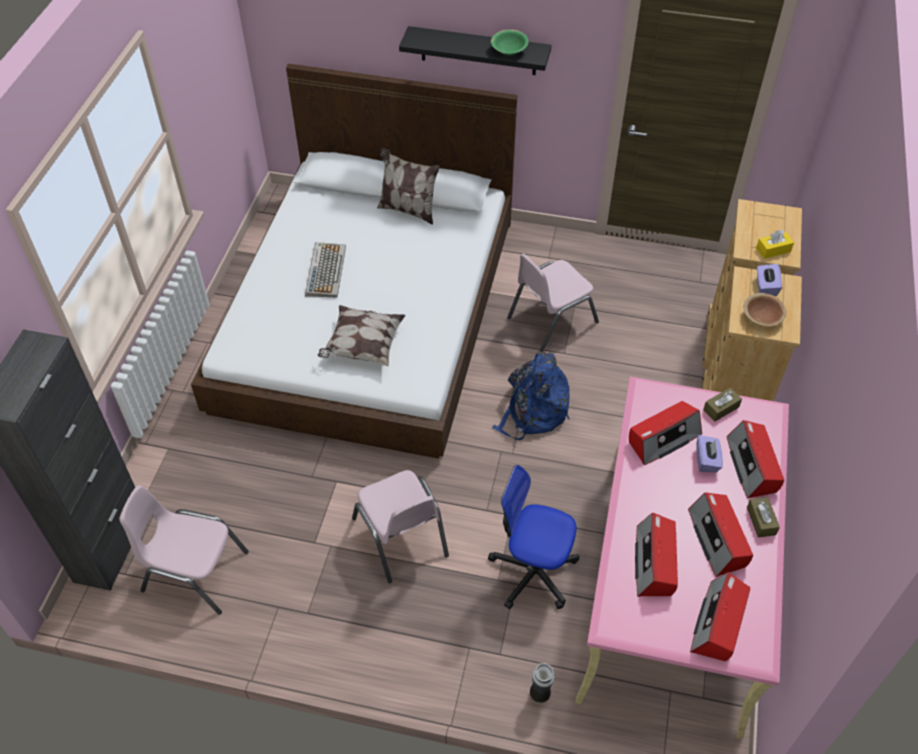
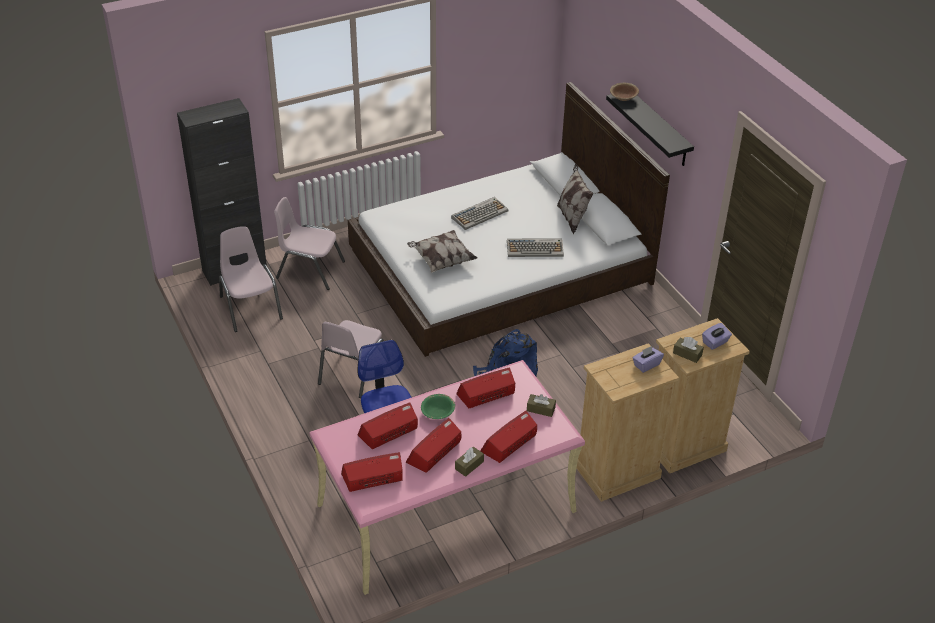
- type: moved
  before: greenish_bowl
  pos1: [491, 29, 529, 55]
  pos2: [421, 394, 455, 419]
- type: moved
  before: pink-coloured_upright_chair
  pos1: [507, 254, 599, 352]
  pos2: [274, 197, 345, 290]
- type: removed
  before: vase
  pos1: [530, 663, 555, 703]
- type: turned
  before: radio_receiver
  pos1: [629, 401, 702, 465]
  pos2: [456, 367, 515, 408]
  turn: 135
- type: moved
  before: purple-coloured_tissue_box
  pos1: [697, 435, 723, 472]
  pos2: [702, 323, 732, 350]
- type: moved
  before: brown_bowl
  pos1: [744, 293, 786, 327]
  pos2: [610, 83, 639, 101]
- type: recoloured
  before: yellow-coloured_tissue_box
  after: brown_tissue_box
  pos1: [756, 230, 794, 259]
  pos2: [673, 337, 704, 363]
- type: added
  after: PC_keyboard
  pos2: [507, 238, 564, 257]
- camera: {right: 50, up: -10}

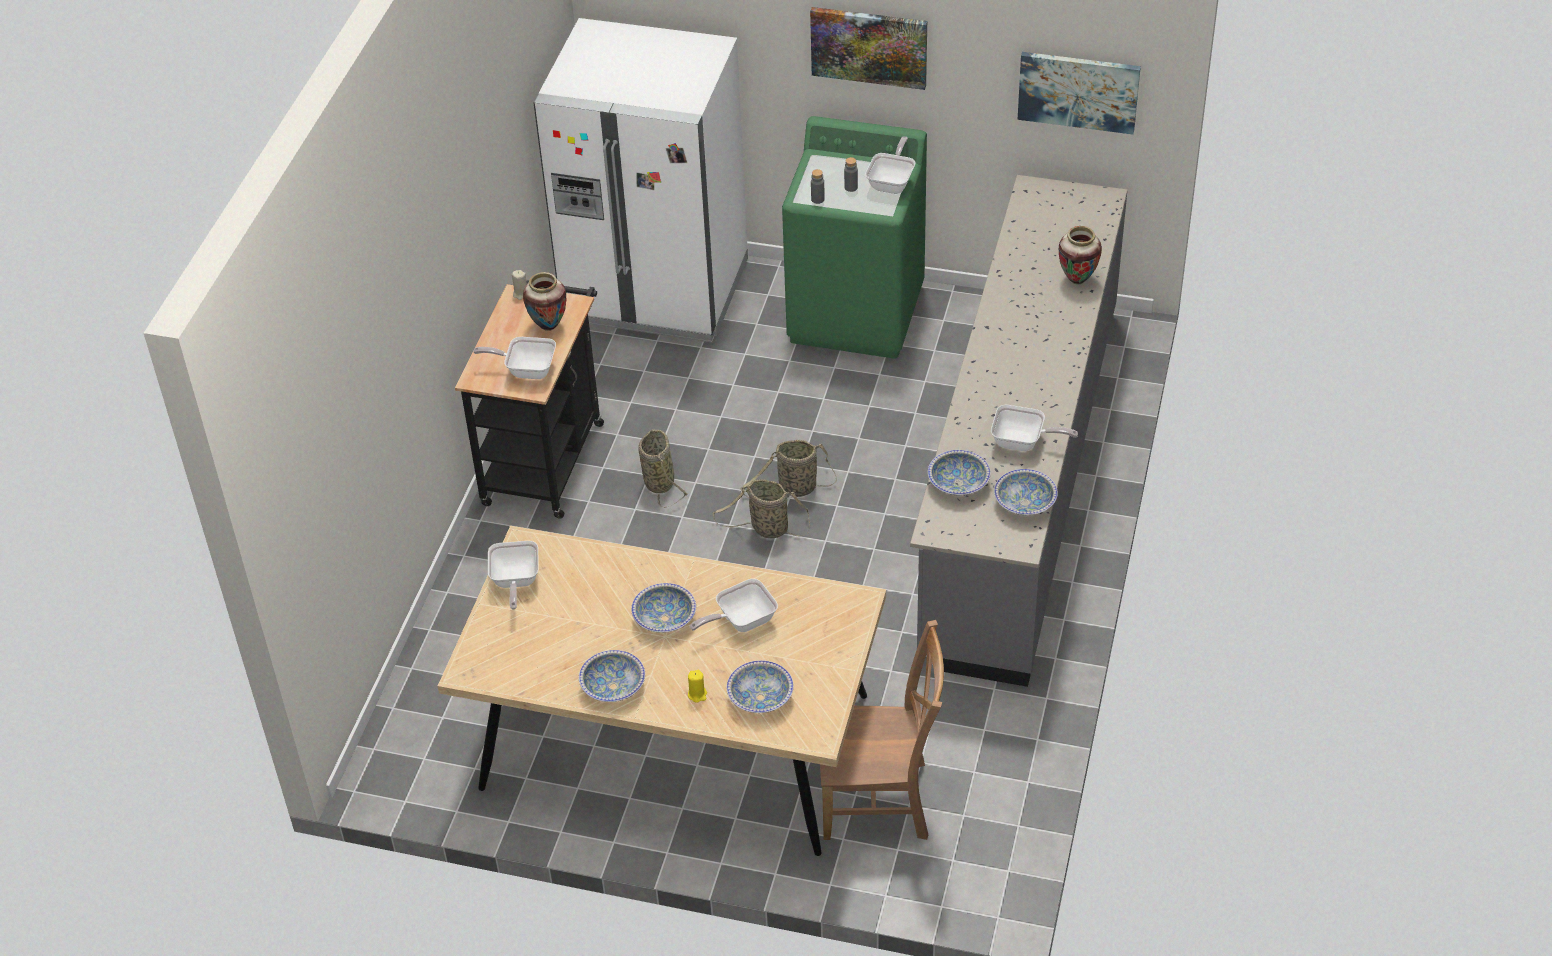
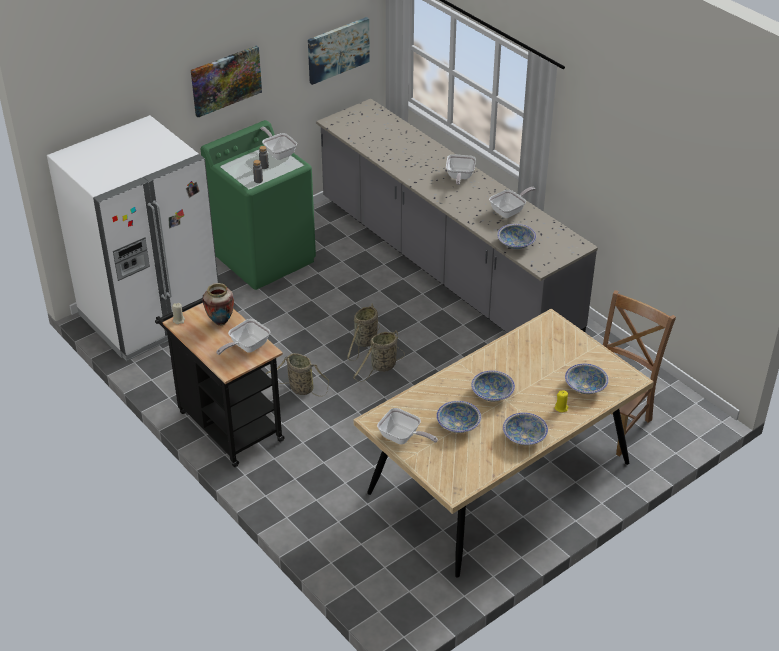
- type: moved
  before: frying_pan
  pos1: [690, 579, 778, 632]
  pos2: [446, 154, 476, 185]
- type: moved
  before: bowl
  pos1: [994, 469, 1058, 515]
  pos2: [436, 401, 481, 433]
- type: removed
  before: vase
  pos1: [1059, 226, 1102, 284]
- camera: {right: -55, up: -5}

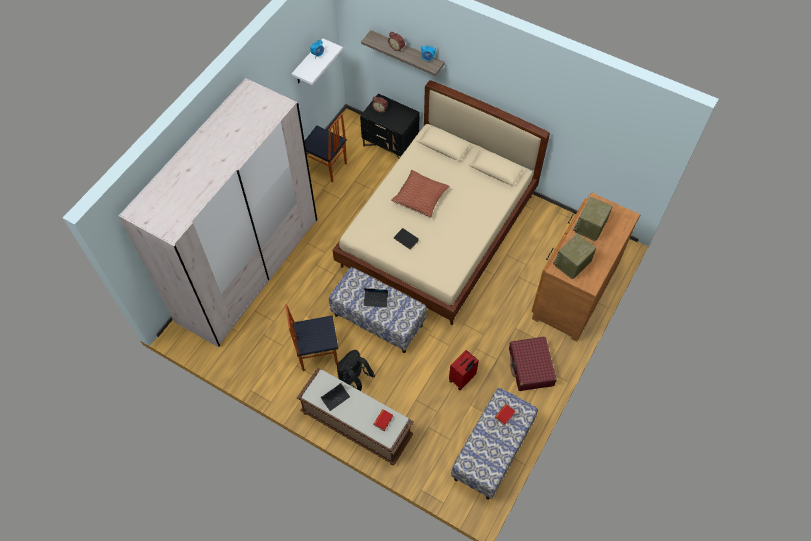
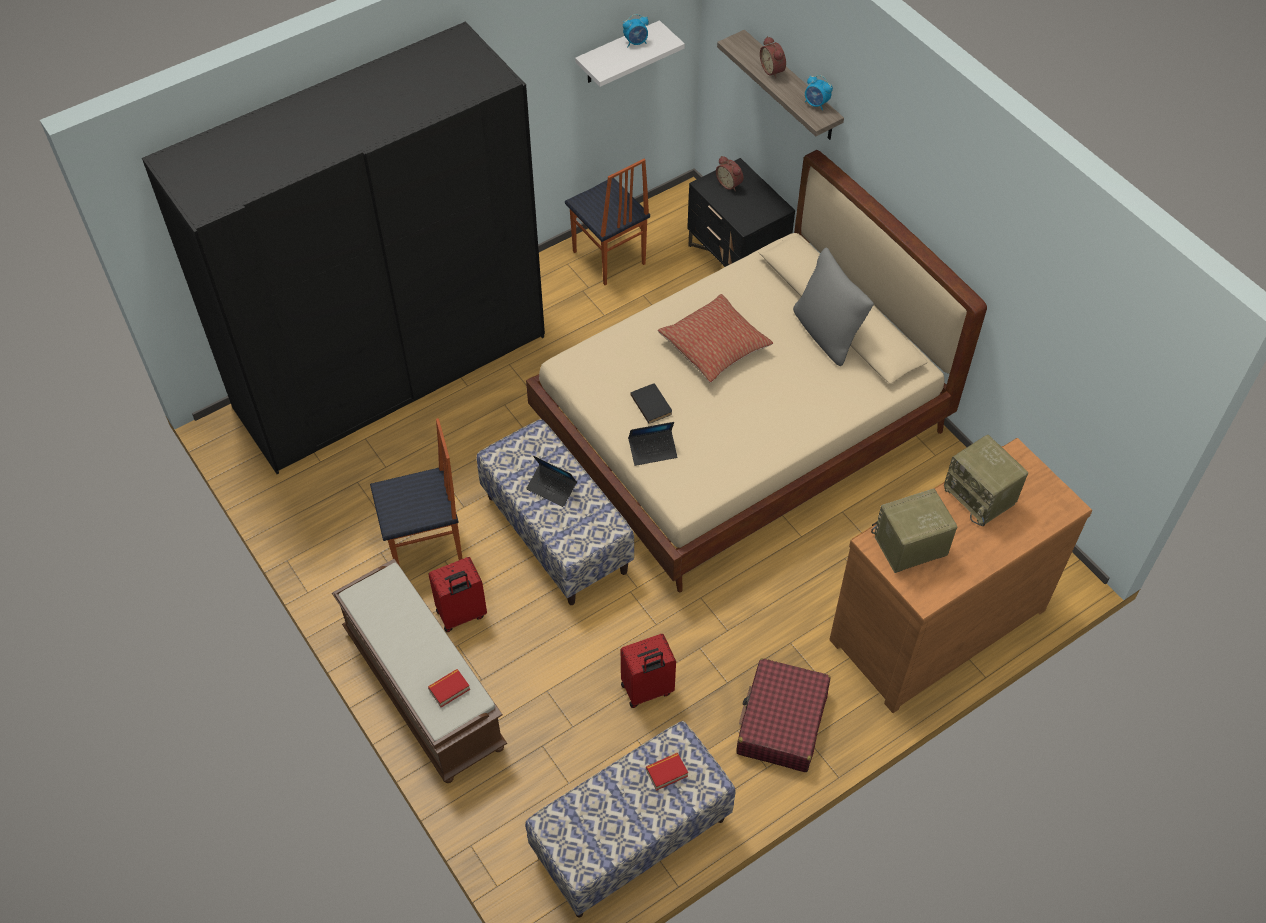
- type: recoloured
  before: beige-coloured_armoire
  after: black_armoire
  pos1: [119, 78, 317, 348]
  pos2: [142, 22, 545, 474]
- type: turned
  before: upright_chair
  pos1: [285, 304, 338, 371]
  pos2: [370, 418, 463, 566]
  turn: 150
- type: moved
  before: notebook_computer
  pos1: [321, 382, 350, 411]
  pos2: [628, 422, 677, 466]
- type: replaced
  before: black_backpack
  after: red-coloured_suitcase
  pos1: [337, 350, 375, 391]
  pos2: [428, 557, 487, 632]
- type: turned
  before: radio_receiver
  pos1: [573, 196, 613, 241]
  pos2: [944, 435, 1028, 526]
  turn: -90
- type: added
  after: gray_pillow
  pos2: [793, 247, 874, 366]
- camera: {right: 25, up: -5}

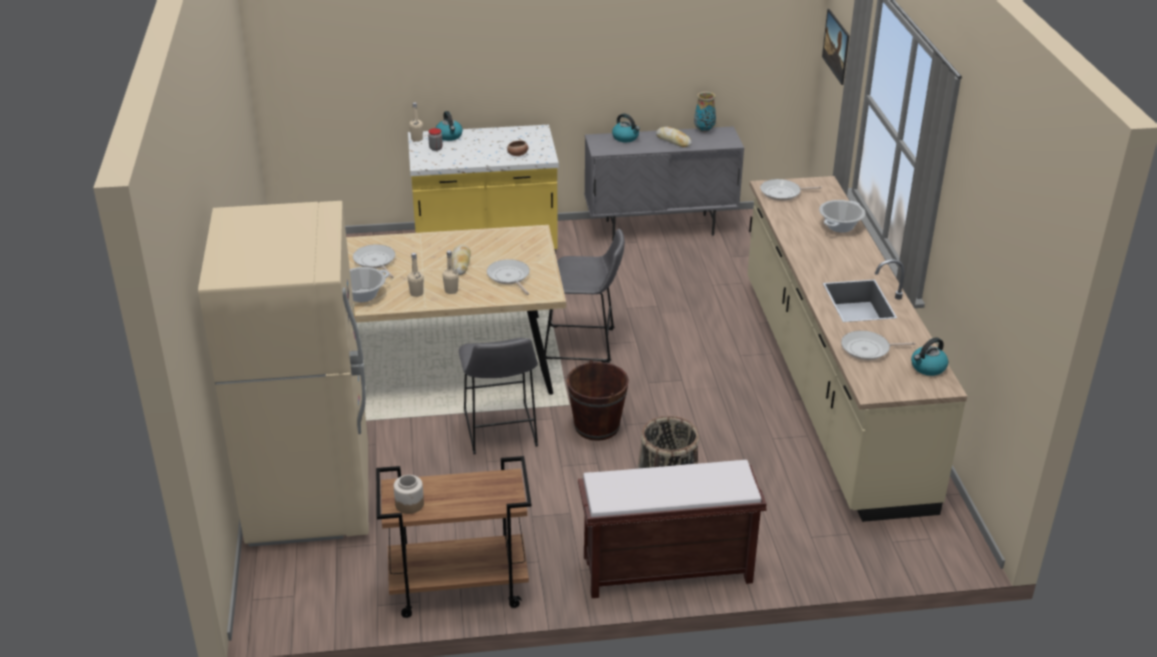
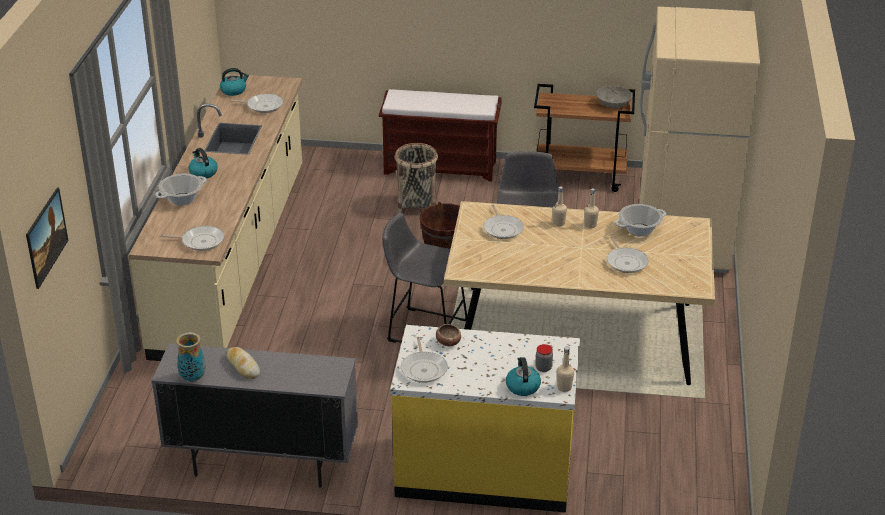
- type: replaced
  before: storage_jar
  after: gray_bowl
  pos1: [394, 475, 424, 514]
  pos2: [596, 86, 632, 108]
- type: removed
  before: bread
  pos1: [452, 244, 471, 275]
- type: moved
  before: water_kettle
  pos1: [612, 113, 640, 142]
  pos2: [189, 148, 218, 178]
- type: added
  after: frying_pan
  pos2: [401, 337, 448, 383]
- camera: {right: -165, up: 0}

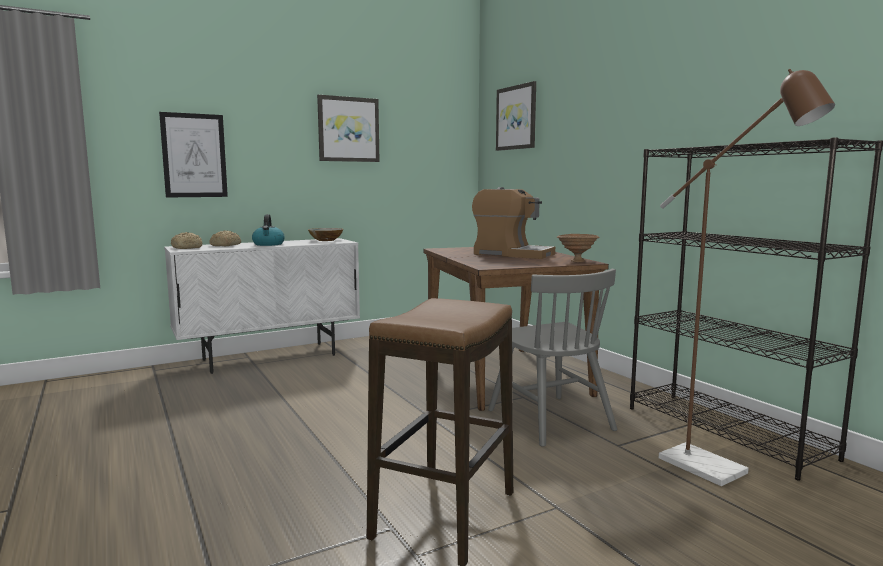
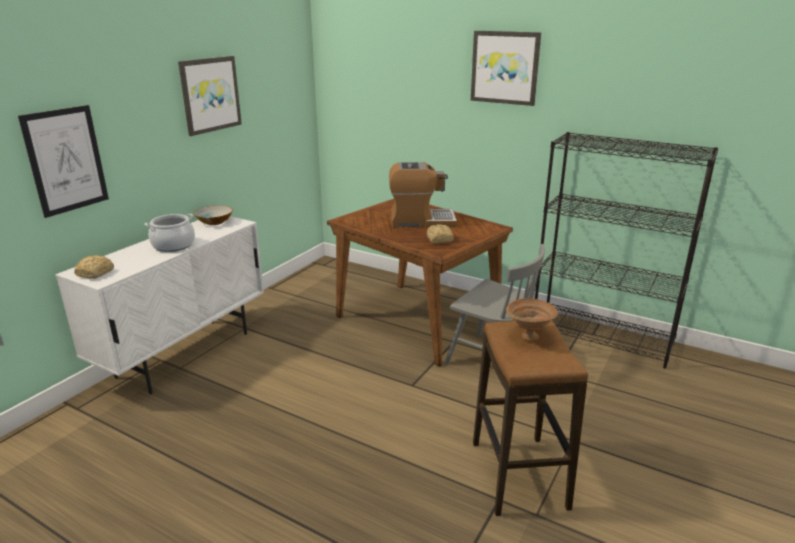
- type: moved
  before: bread
  pos1: [209, 230, 241, 246]
  pos2: [427, 224, 454, 244]
- type: replaced
  before: water_kettle
  after: stockpot
  pos1: [252, 214, 285, 246]
  pos2: [144, 213, 195, 252]
- type: moved
  before: wall_picture
  pos1: [496, 81, 536, 151]
  pos2: [471, 31, 541, 106]
- type: moved
  before: brown_bowl
  pos1: [557, 234, 599, 262]
  pos2: [506, 298, 558, 341]
- type: removed
  before: brown_standing_lamp
  pos1: [659, 69, 835, 486]
- camera: {right: -30, up: 15}

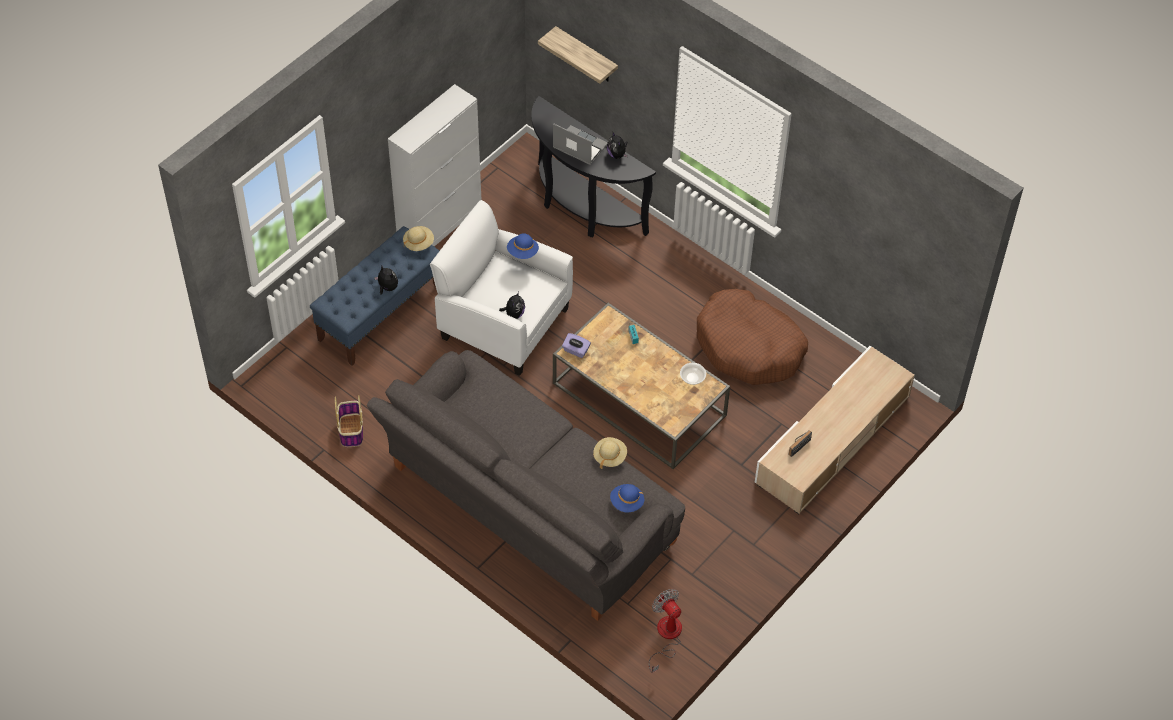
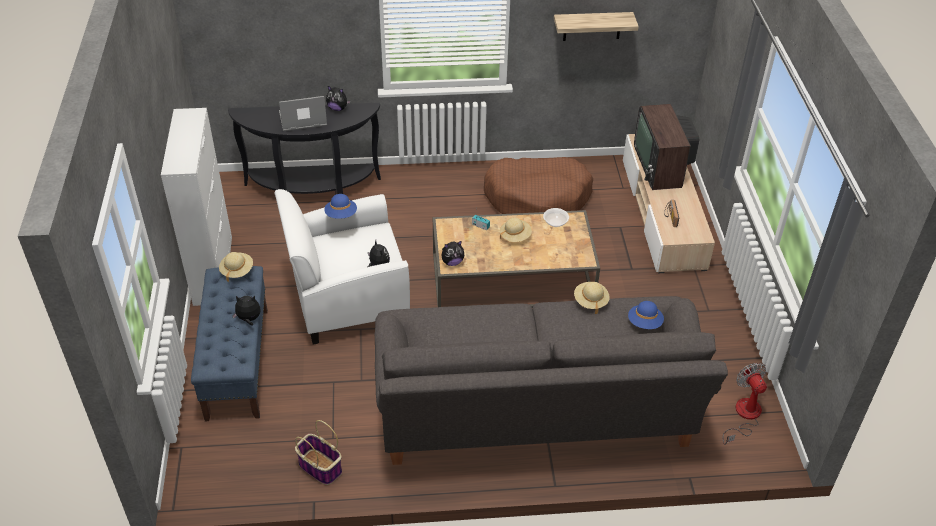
- type: moved
  before: shelf
  pos1: [538, 26, 618, 84]
  pos2: [554, 12, 639, 41]
- type: replaced
  before: purple-coloured_tissue_box
  after: cuddly_toy
  pos1: [562, 333, 591, 358]
  pos2: [441, 240, 464, 266]
- type: turned
  before: fan
  pos1: [649, 589, 682, 673]
  pos2: [722, 363, 767, 445]
  turn: 60
- type: added
  after: beige-coloured_wearable_hat
  pos2: [500, 218, 532, 242]
- type: added
  after: TV_set
  pos2: [634, 104, 699, 190]
- camera: {right: -45, up: -10}

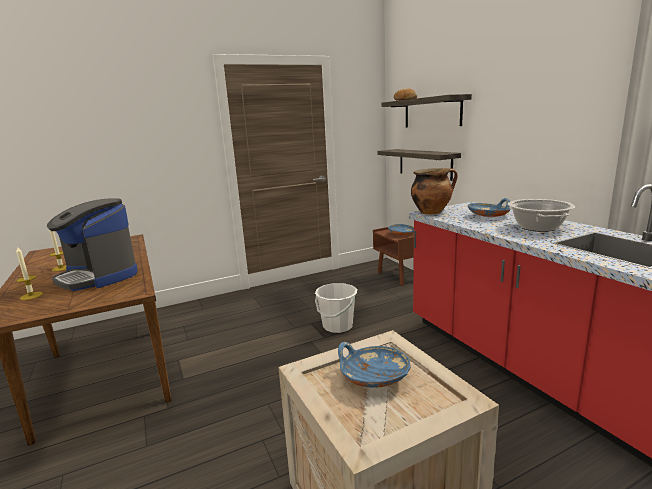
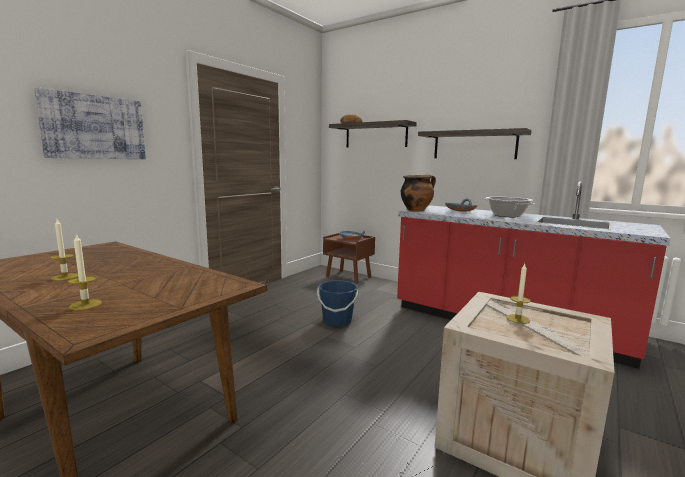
- type: removed
  before: coffee_maker
  pos1: [47, 198, 138, 291]
- type: recoloured
  before: whitish_bucket
  after: bluish_bucket
  pos1: [315, 283, 357, 333]
  pos2: [317, 280, 358, 327]
- type: replaced
  before: bluish_bowl
  after: wax_candle
  pos1: [338, 342, 411, 388]
  pos2: [506, 264, 531, 324]
- type: moved
  before: shelf
  pos1: [377, 149, 461, 181]
  pos2: [418, 128, 532, 159]
- type: added
  after: wall_picture
  pos2: [34, 87, 146, 159]
- camera: {right: -30, up: -5}

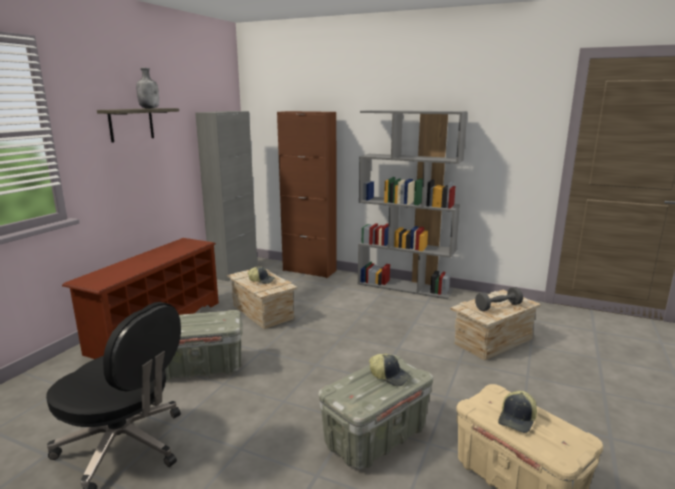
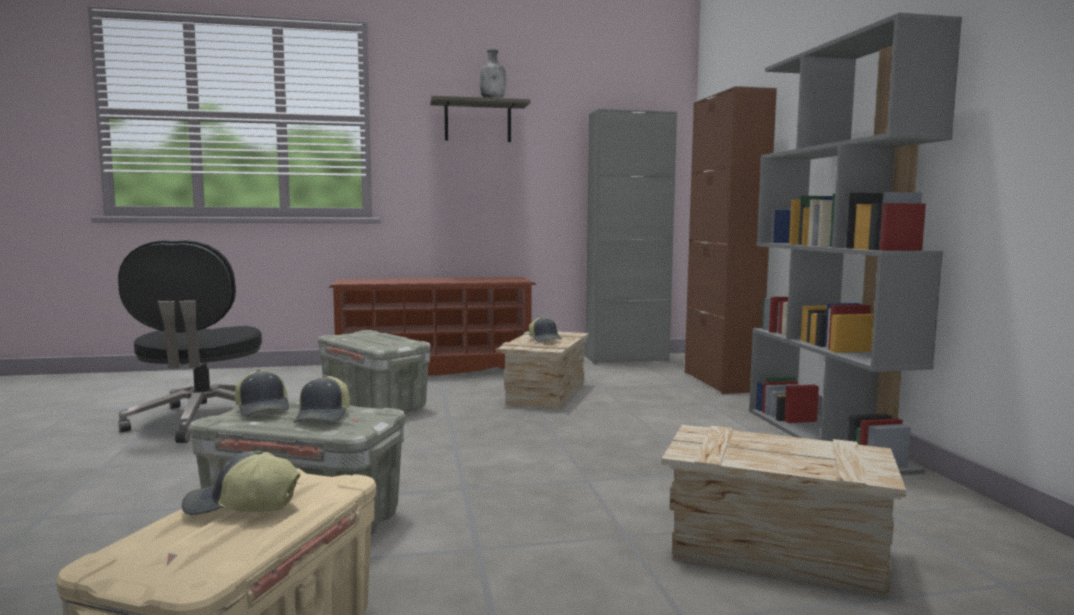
- type: removed
  before: gray_dumbbell
  pos1: [475, 287, 523, 311]
- type: added
  after: cap
  pos2: [235, 369, 289, 416]
- camera: {right: 55, up: -10}

